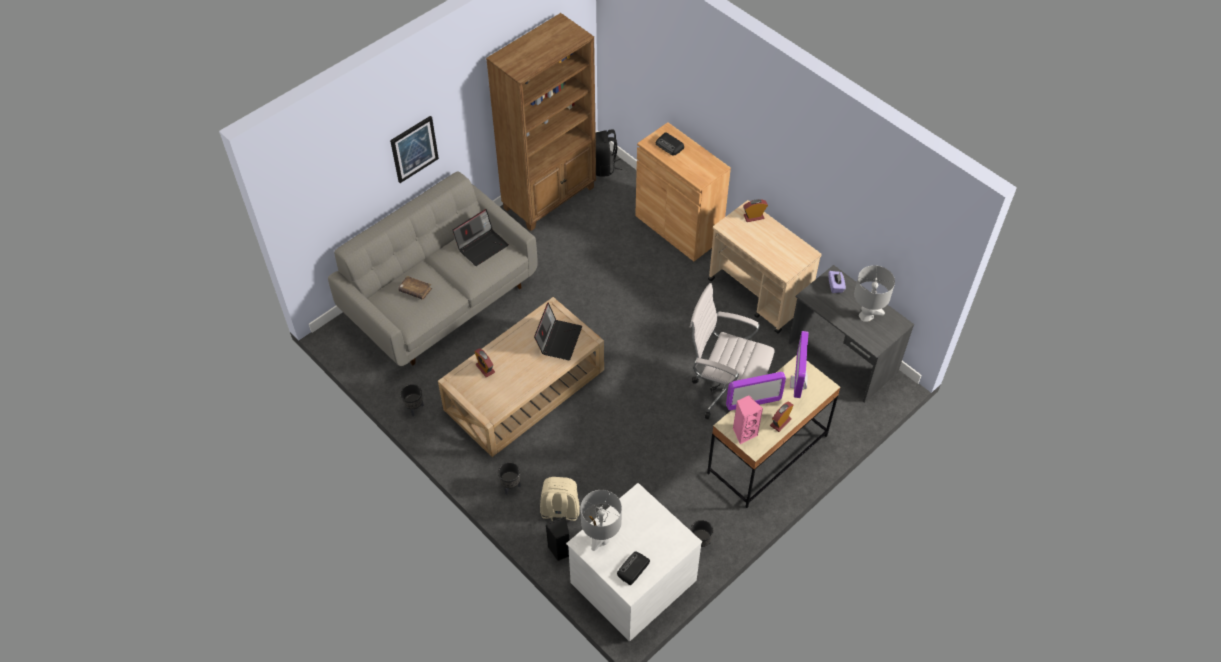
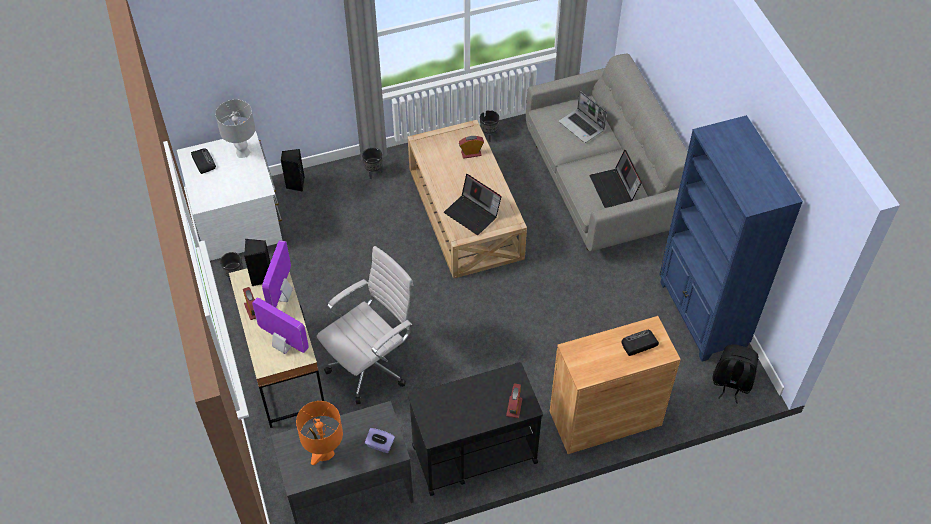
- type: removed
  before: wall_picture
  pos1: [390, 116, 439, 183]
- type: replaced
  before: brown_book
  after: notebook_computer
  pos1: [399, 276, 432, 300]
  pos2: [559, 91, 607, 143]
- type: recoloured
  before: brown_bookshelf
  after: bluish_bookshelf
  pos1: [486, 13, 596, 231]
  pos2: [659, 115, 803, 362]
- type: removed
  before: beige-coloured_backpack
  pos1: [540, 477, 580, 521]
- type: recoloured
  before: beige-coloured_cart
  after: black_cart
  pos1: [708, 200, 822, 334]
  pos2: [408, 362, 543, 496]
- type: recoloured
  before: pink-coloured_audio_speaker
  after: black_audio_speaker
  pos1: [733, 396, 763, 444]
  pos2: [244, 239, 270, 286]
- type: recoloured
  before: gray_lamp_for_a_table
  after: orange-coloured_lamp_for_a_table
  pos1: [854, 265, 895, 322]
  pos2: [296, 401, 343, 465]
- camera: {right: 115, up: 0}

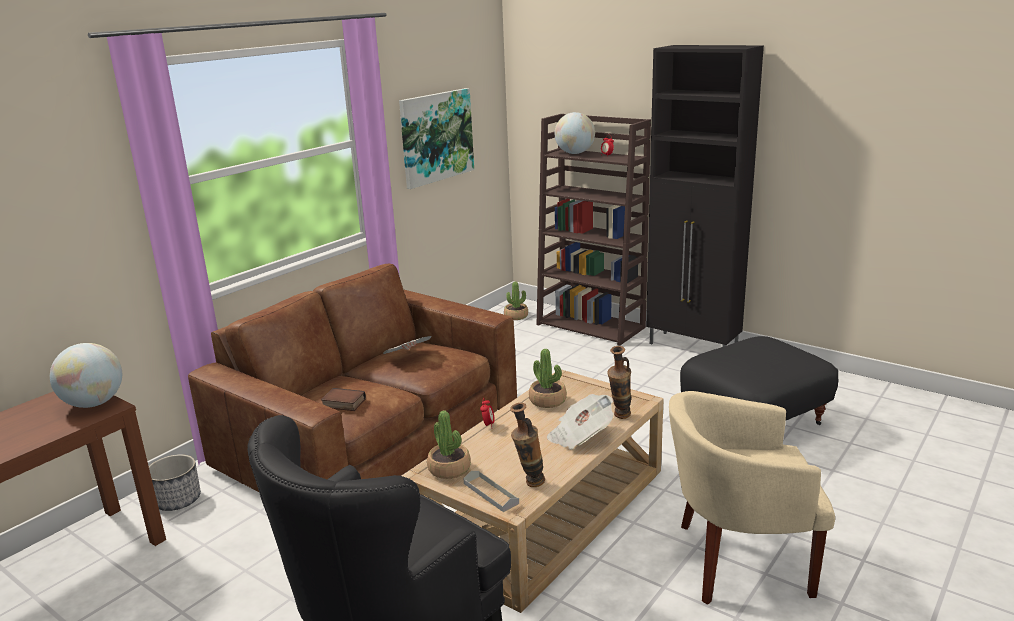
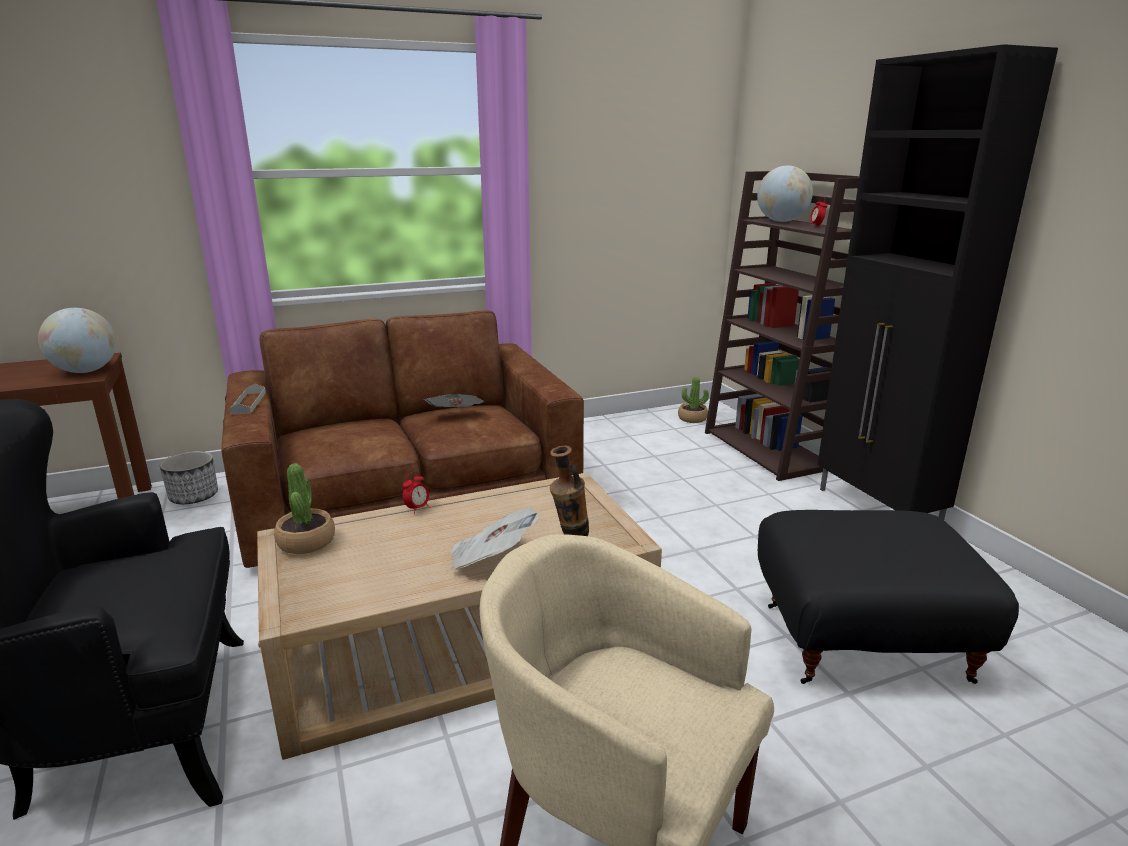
- type: removed
  before: book
  pos1: [321, 388, 366, 411]
- type: removed
  before: wall_picture
  pos1: [399, 88, 474, 189]
- type: moved
  before: gray_carrying_tray
  pos1: [463, 471, 519, 512]
  pos2: [229, 384, 266, 415]
- type: removed
  before: vase
  pos1: [510, 403, 545, 487]
- type: removed
  before: potted_plant
  pos1: [529, 349, 567, 408]
- camera: {right: 30, up: 0}

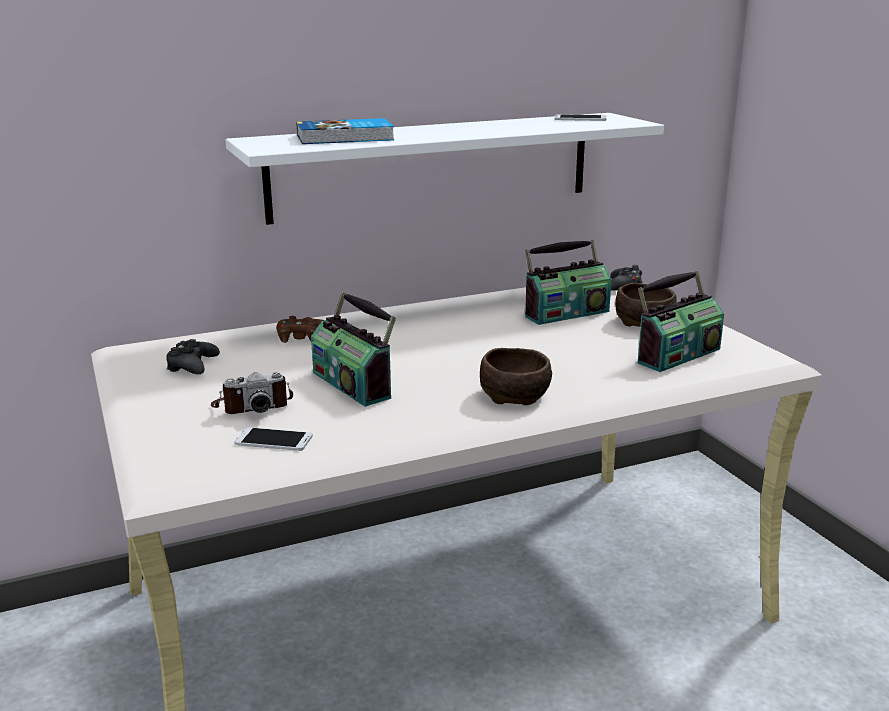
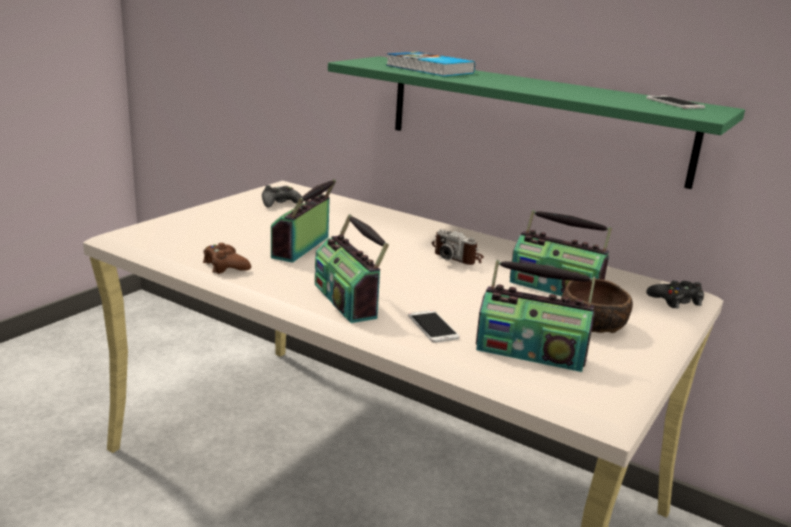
- type: moved
  before: still_camera
  pos1: [211, 372, 293, 414]
  pos2: [432, 229, 484, 265]
- type: recoloured
  before: whitish_shelf
  after: greenish_shelf
  pos1: [225, 113, 664, 225]
  pos2: [328, 56, 745, 189]
- type: moved
  before: telephone
  pos1: [234, 427, 313, 451]
  pos2: [408, 310, 460, 343]
- type: moved
  before: brown_gamepad
  pos1: [276, 316, 324, 343]
  pos2: [203, 243, 251, 274]
- type: replaced
  before: brown_bowl
  after: radio_receiver
  pos1: [480, 348, 552, 405]
  pos2: [315, 214, 389, 323]
- camera: {right: 55, up: 0}

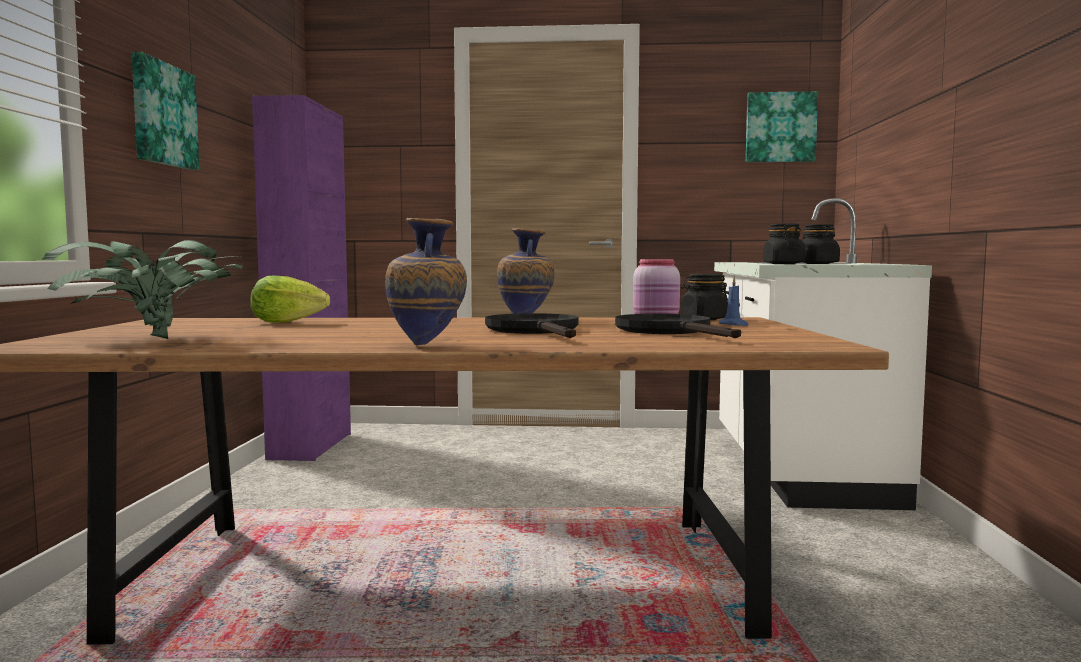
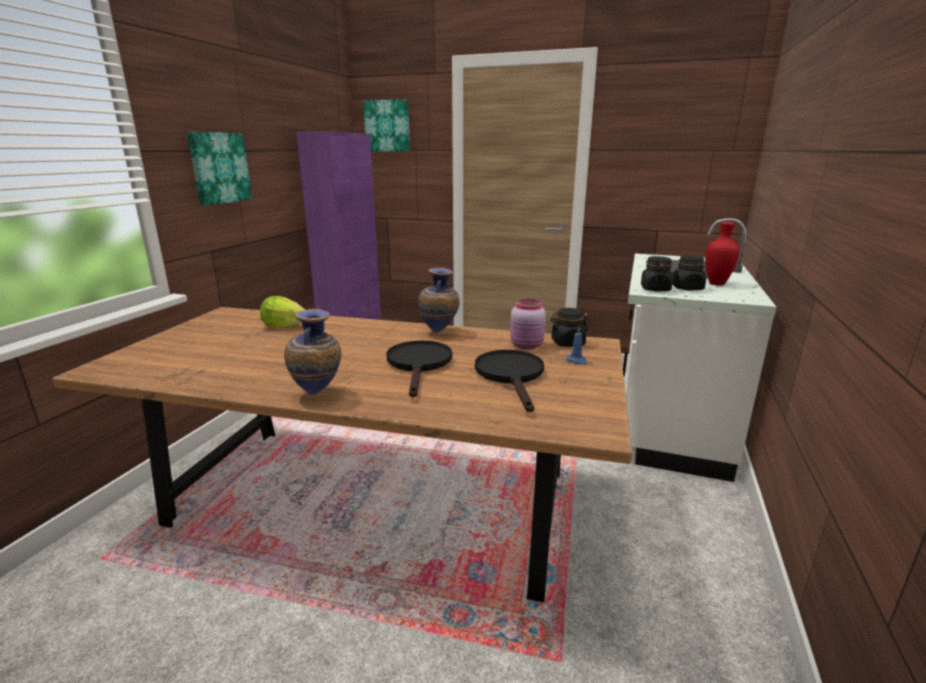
- type: removed
  before: potted_plant
  pos1: [42, 240, 245, 339]
- type: moved
  before: wall_picture
  pos1: [746, 91, 818, 162]
  pos2: [363, 99, 410, 151]
- type: added
  after: red-coloured_vase
  pos2: [705, 222, 740, 286]
- camera: {right: 15, up: 15}

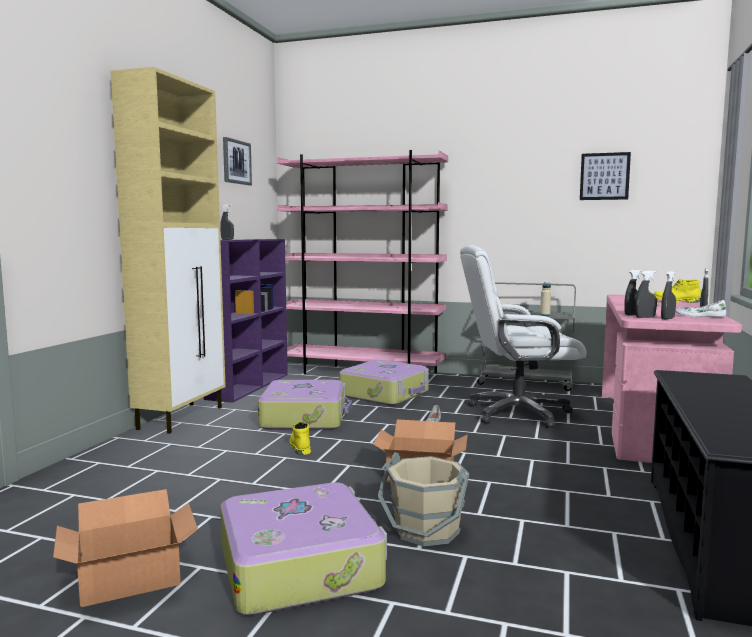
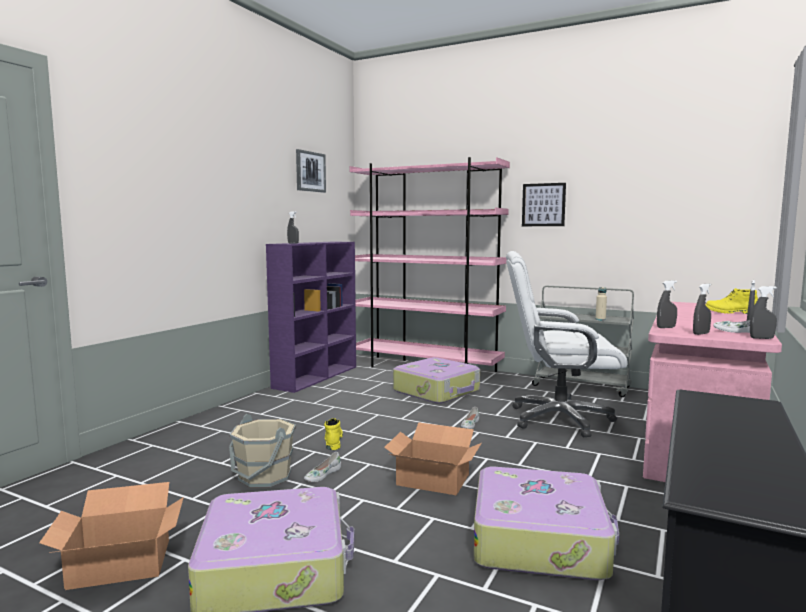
- type: removed
  before: beige-coloured_cupboard
  pos1: [111, 67, 226, 434]
- type: moved
  before: suitcase
  pos1: [258, 380, 352, 430]
  pos2: [474, 467, 619, 580]
- type: moved
  before: beige-coloured_bucket
  pos1: [378, 452, 470, 547]
  pos2: [229, 414, 296, 488]
- type: moved
  before: wall_picture
  pos1: [580, 152, 631, 200]
  pos2: [522, 183, 566, 226]
- type: moved
  before: gray_spray_bottle
  pos1: [635, 271, 657, 318]
  pos2: [750, 286, 777, 339]
- type: added
  after: whitish_shoe
  pos2: [304, 452, 341, 482]
- camera: {right: 10, up: 0}

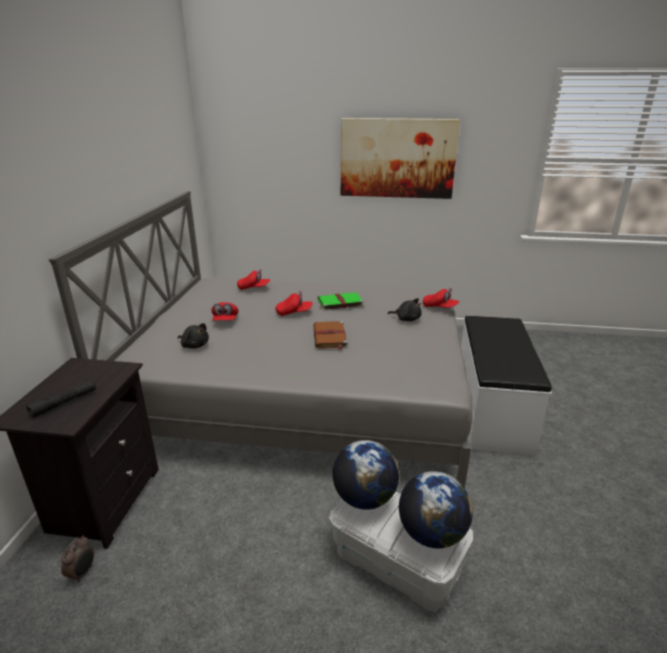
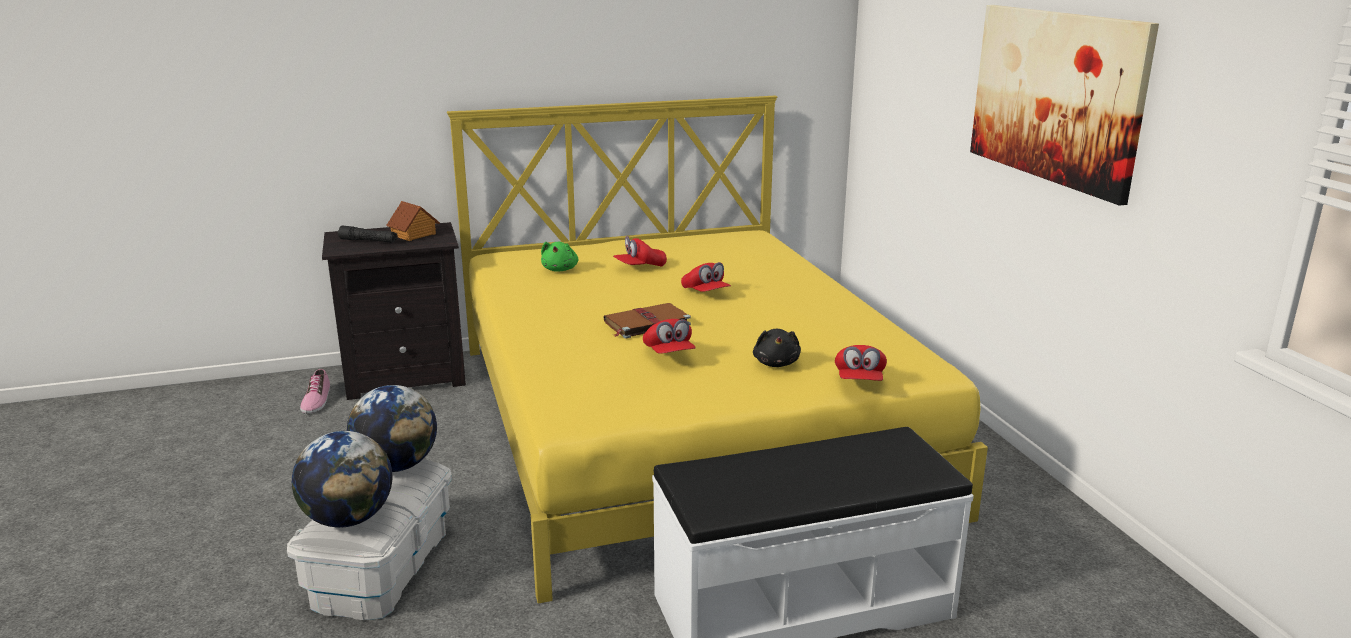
- type: recoloured
  before: gray_sleeping_bed
  after: yellow-coloured_sleeping_bed
  pos1: [48, 191, 473, 488]
  pos2: [447, 96, 988, 603]
- type: replaced
  before: table_clock
  after: shoe
  pos1: [61, 535, 94, 583]
  pos2: [300, 369, 330, 414]
- type: recoloured
  before: black_cuddly_toy
  after: greenish_cuddly_toy
  pos1: [178, 323, 209, 348]
  pos2: [541, 242, 579, 272]
- type: moved
  before: red-coloured_cap
  pos1: [237, 269, 270, 290]
  pos2: [643, 319, 696, 354]
- type: removed
  before: greenish_book
  pos1: [318, 292, 364, 310]
- type: added
  after: model_house
  pos2: [386, 201, 440, 241]
- camera: {right: 65, up: -5}

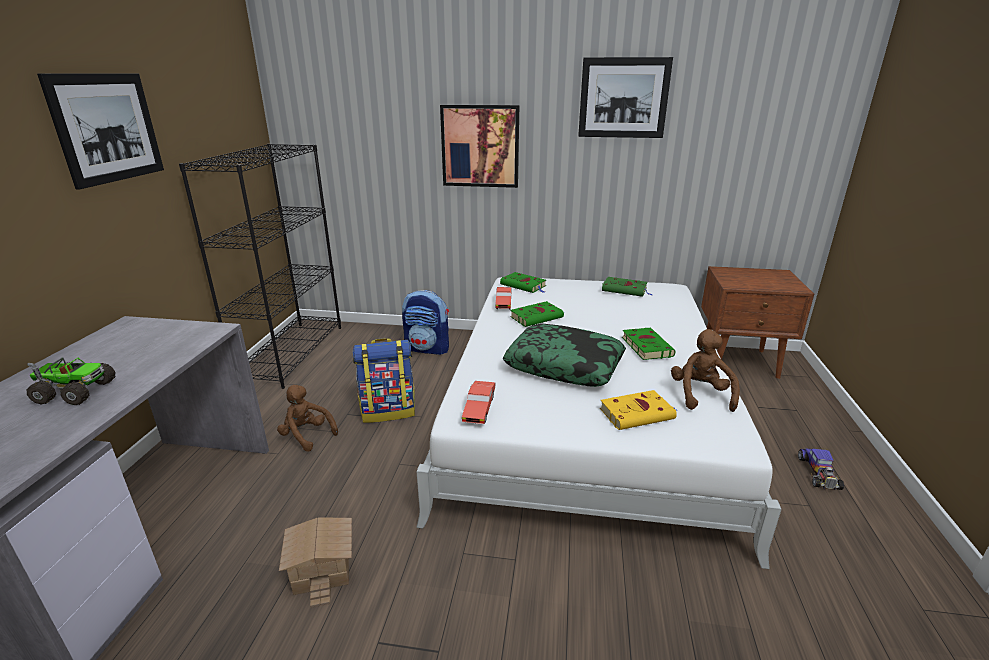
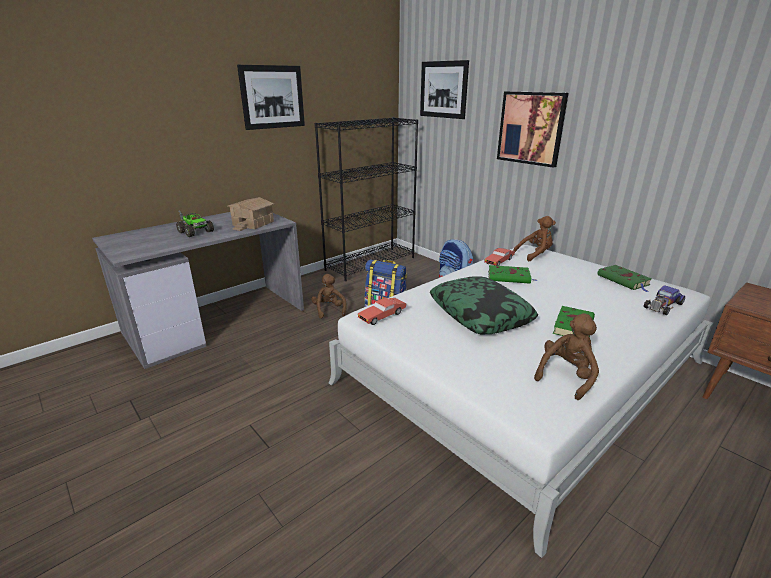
- type: moved
  before: model_house
  pos1: [279, 517, 352, 608]
  pos2: [228, 197, 274, 231]
- type: replaced
  before: greenish_book
  after: brown_cuddly_toy
  pos1: [500, 272, 546, 293]
  pos2: [513, 216, 556, 261]
- type: moved
  before: wall_picture
  pos1: [578, 57, 673, 138]
  pos2: [420, 60, 469, 119]
- type: removed
  before: yellow-coloured_book
  pos1: [600, 390, 677, 430]
- type: moved
  before: model_car
  pos1: [798, 448, 844, 490]
  pos2: [643, 285, 685, 315]
- camera: {right: 40, up: 0}

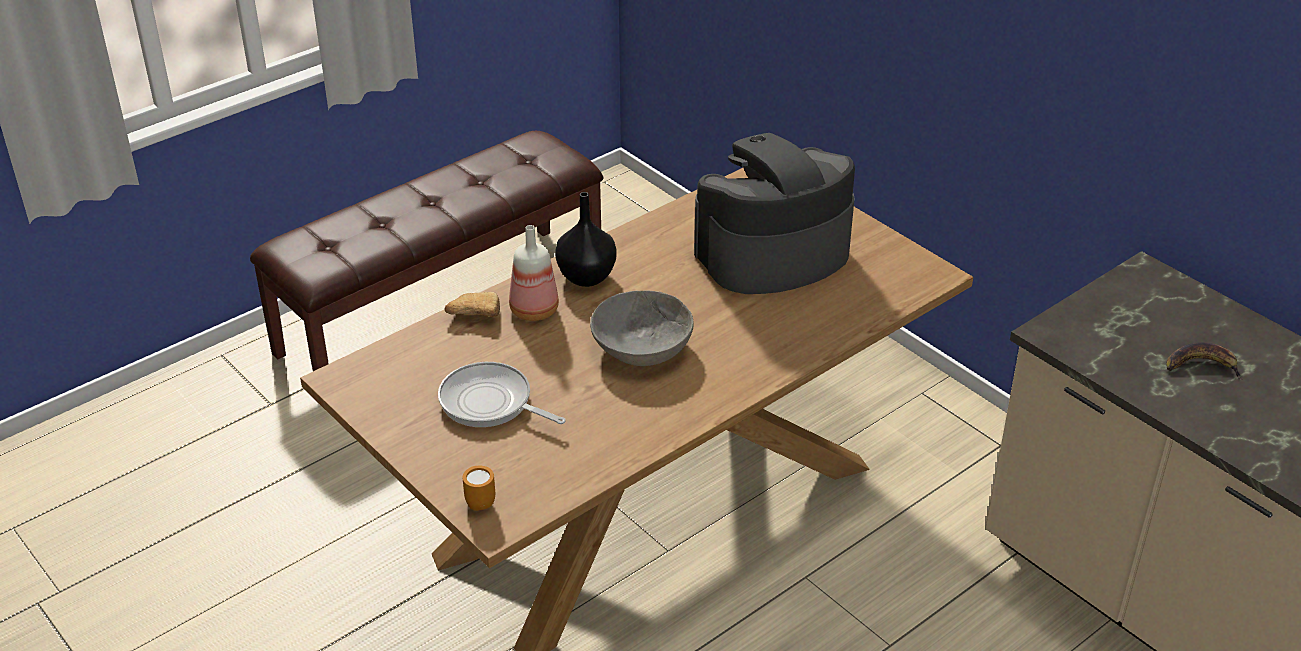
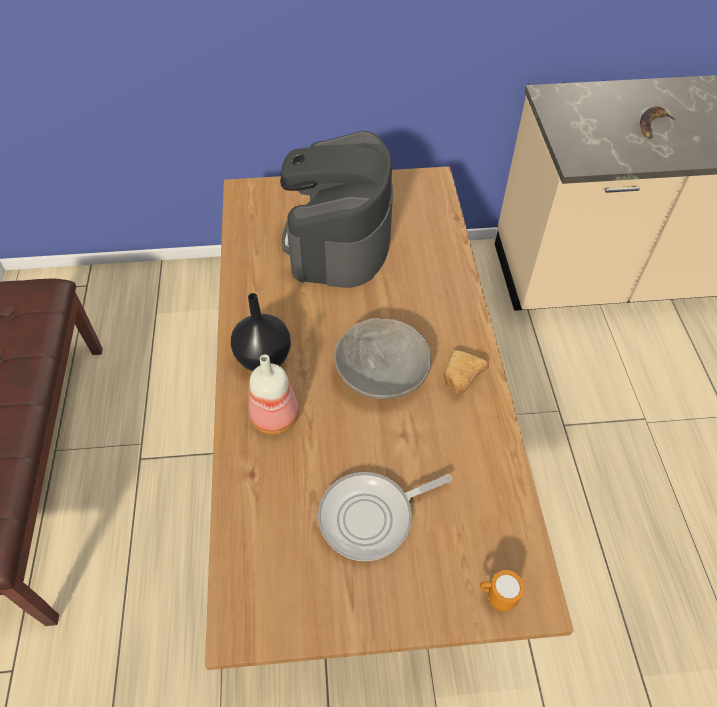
- type: moved
  before: bread
  pos1: [444, 292, 500, 317]
  pos2: [444, 350, 489, 395]
- camera: {right: -55, up: 15}

